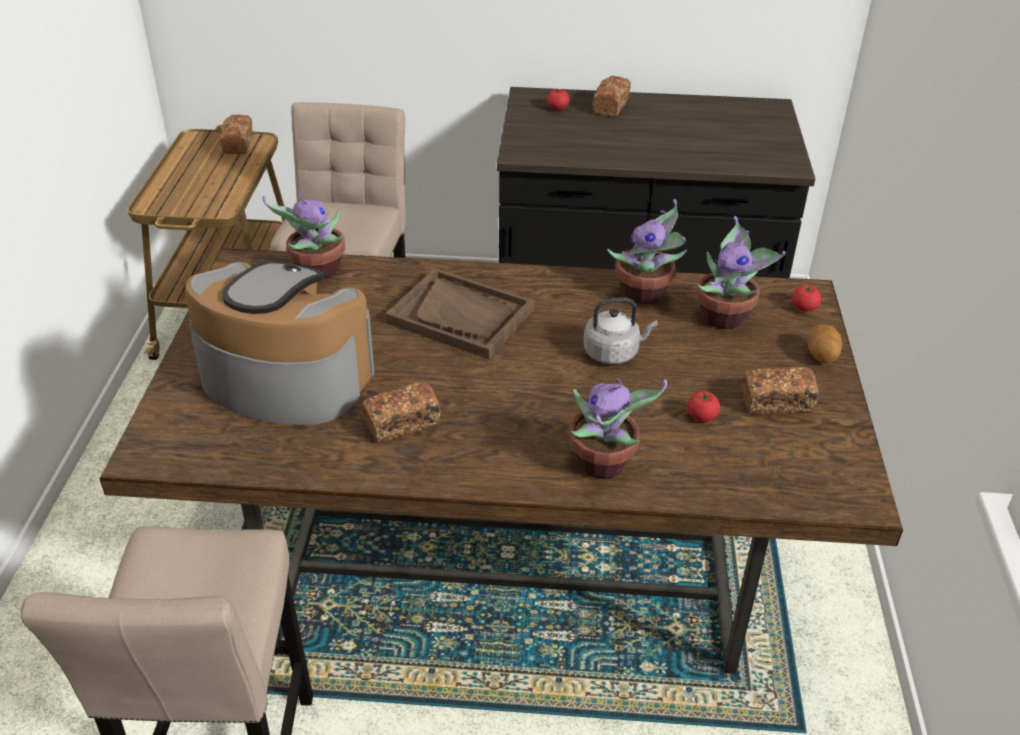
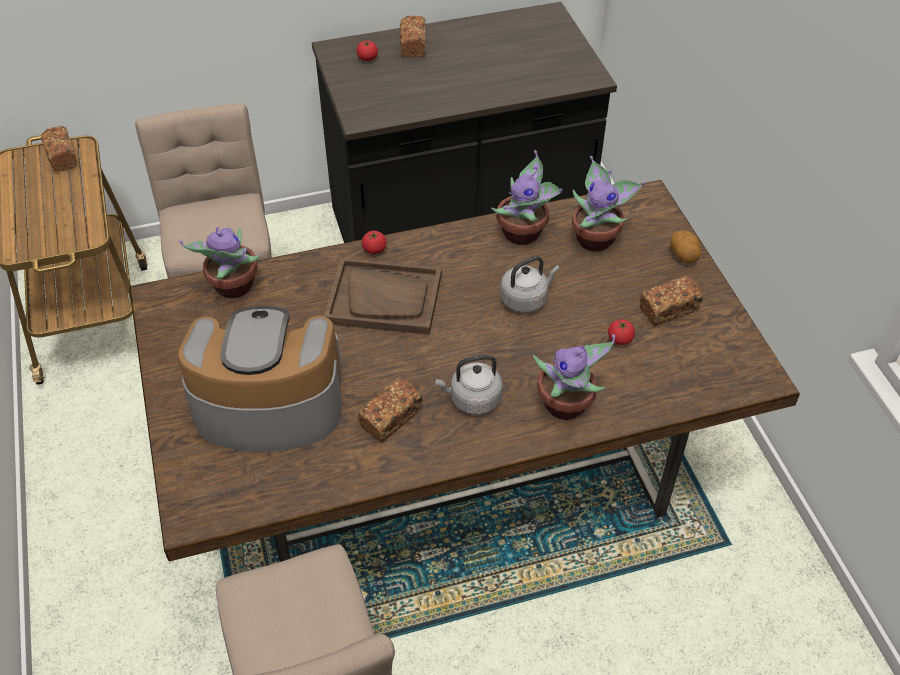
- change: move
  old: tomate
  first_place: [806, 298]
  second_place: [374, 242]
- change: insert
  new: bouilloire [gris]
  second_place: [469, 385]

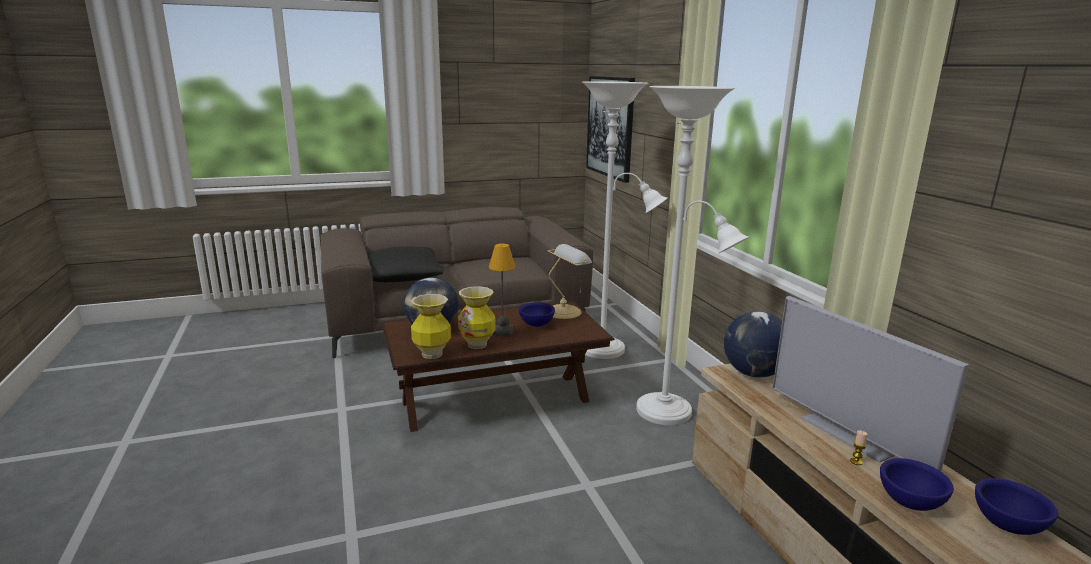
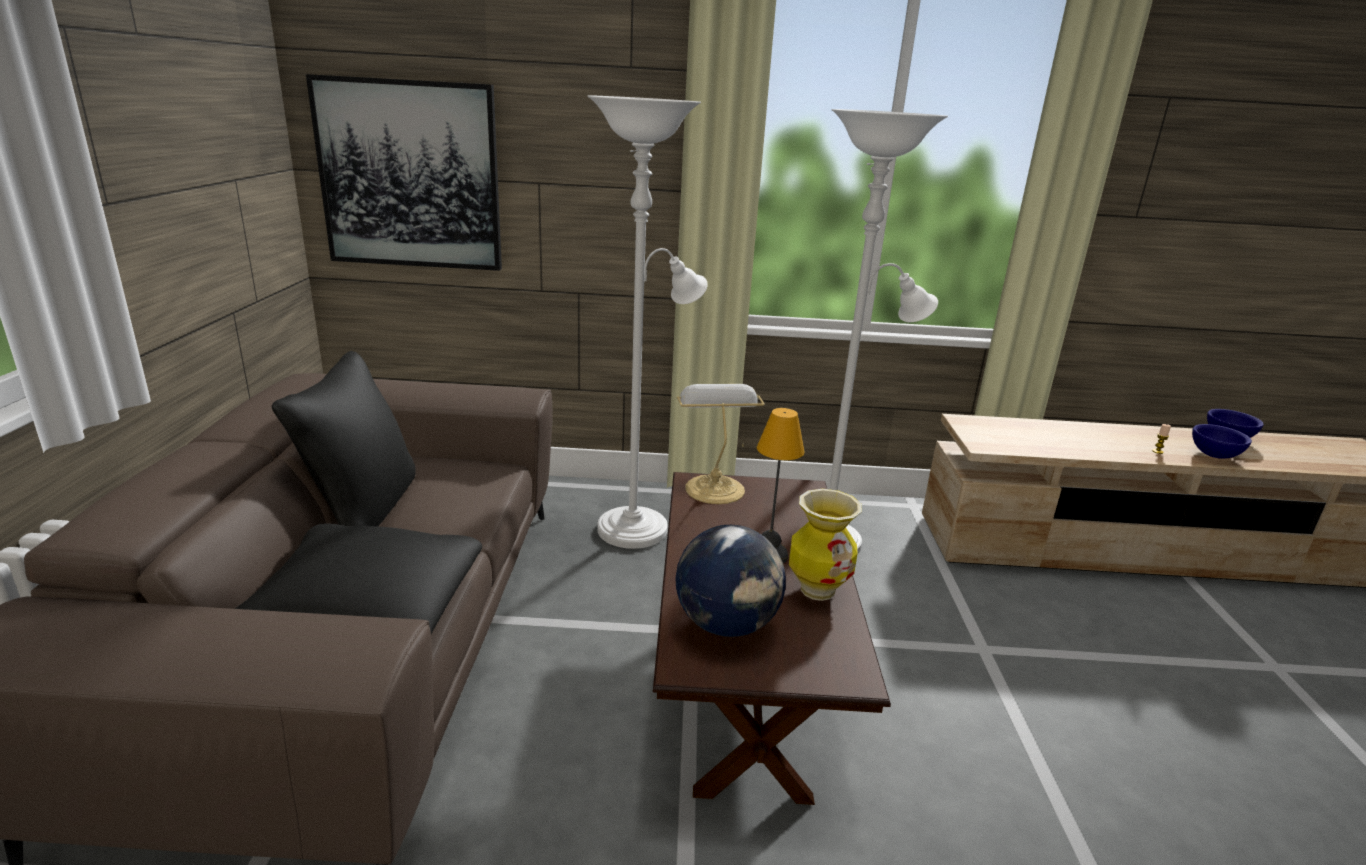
- change: insert
  new: coussin [noir]
  second_place: [344, 438]
- change: delete
  old: vase
  first_place: [431, 326]
- change: delete
  old: bol [bleu]
  first_place: [537, 314]
- change: delete
  old: globe
  first_place: [753, 344]
- change: delete
  old: téléviseur
  first_place: [870, 383]

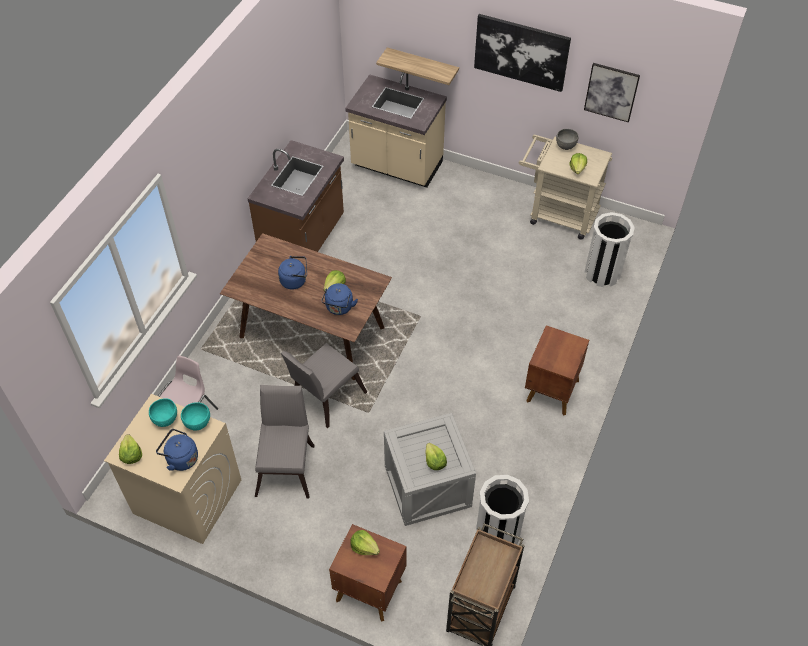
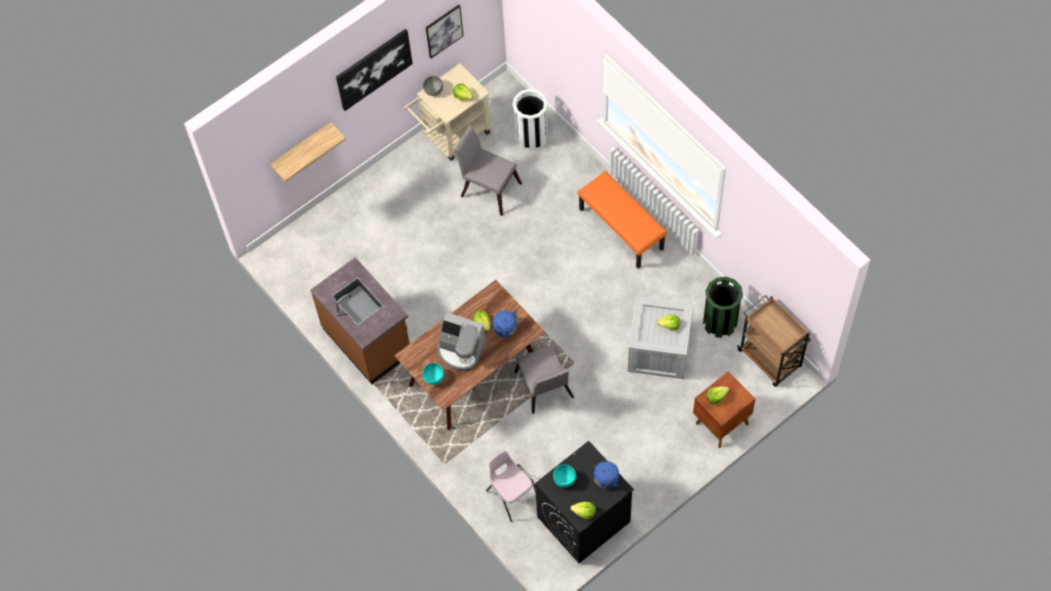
- change: move
  old: bol [turquoise]
  first_place: [195, 416]
  second_place: [433, 374]
- change: replace
  old: bouilloire [bleu]
  new: machine à café
  first_place: [292, 272]
  second_place: [461, 341]
- change: move
  old: chaise [gris]
  first_place: [284, 442]
  second_place: [488, 170]
- change: recolor
  old: lave-linge [beige]
  new: lave-linge [noir]
  first_place: [172, 469]
  second_place: [584, 502]
- change: replace
  old: table de chevet [marron]
  new: banc [orange]
  first_place: [557, 370]
  second_place: [622, 220]
- change: recolor
  old: poubelle [blanc]
  new: poubelle [vert]
  first_place: [502, 509]
  second_place: [723, 307]
- change: delete
  old: comptoir de cuisine [beige]
  first_place: [396, 129]

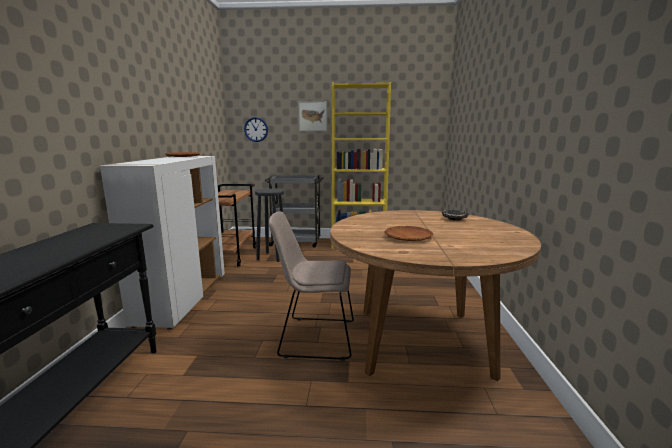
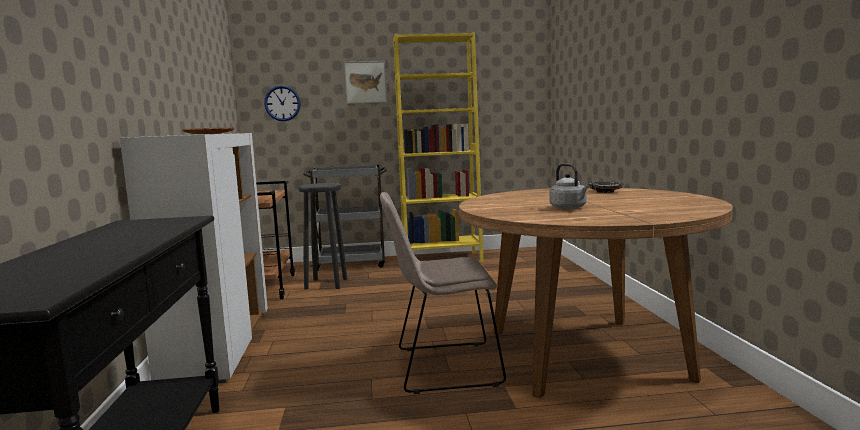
- change: replace
  old: assiette [marron]
  new: bouilloire [gris]
  first_place: [408, 233]
  second_place: [569, 186]

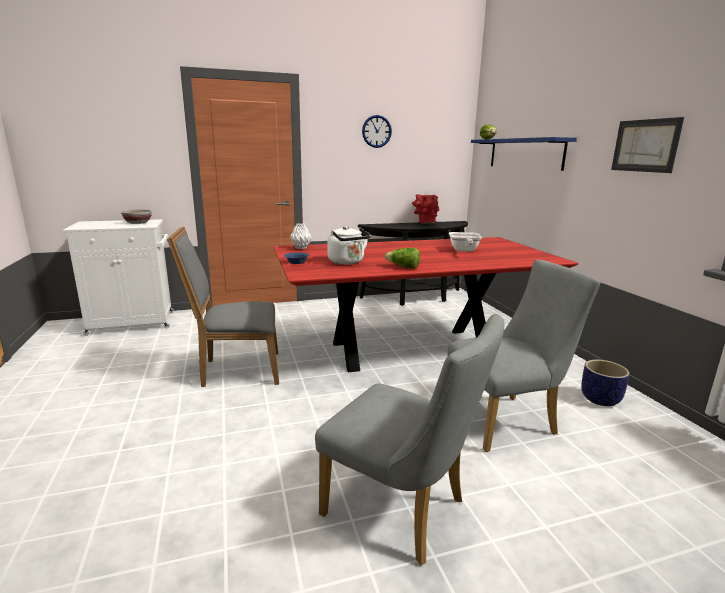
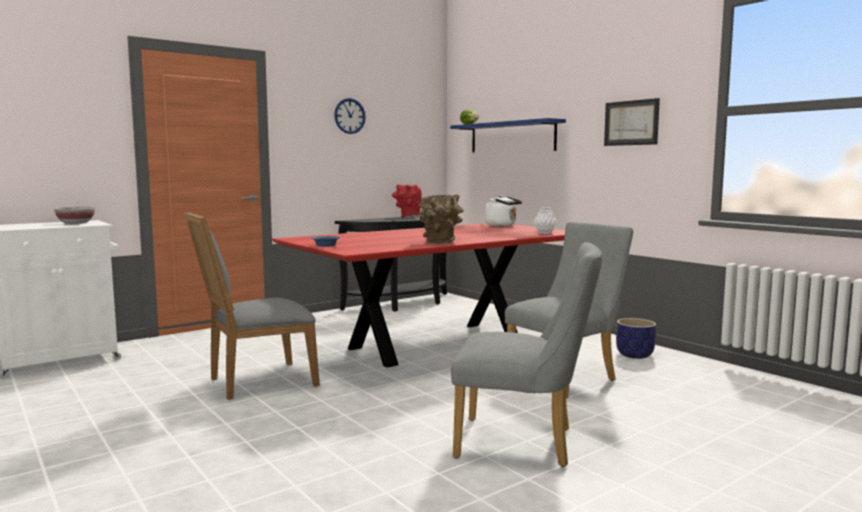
- change: replace
  old: laitue
  new: vase [marron]
  first_place: [402, 258]
  second_place: [441, 219]
- change: move
  old: bouilloire [blanc]
  first_place: [349, 245]
  second_place: [503, 210]
- change: move
  old: vase [blanc]
  first_place: [301, 236]
  second_place: [545, 220]
- change: delete
  old: poêle
  first_place: [465, 242]

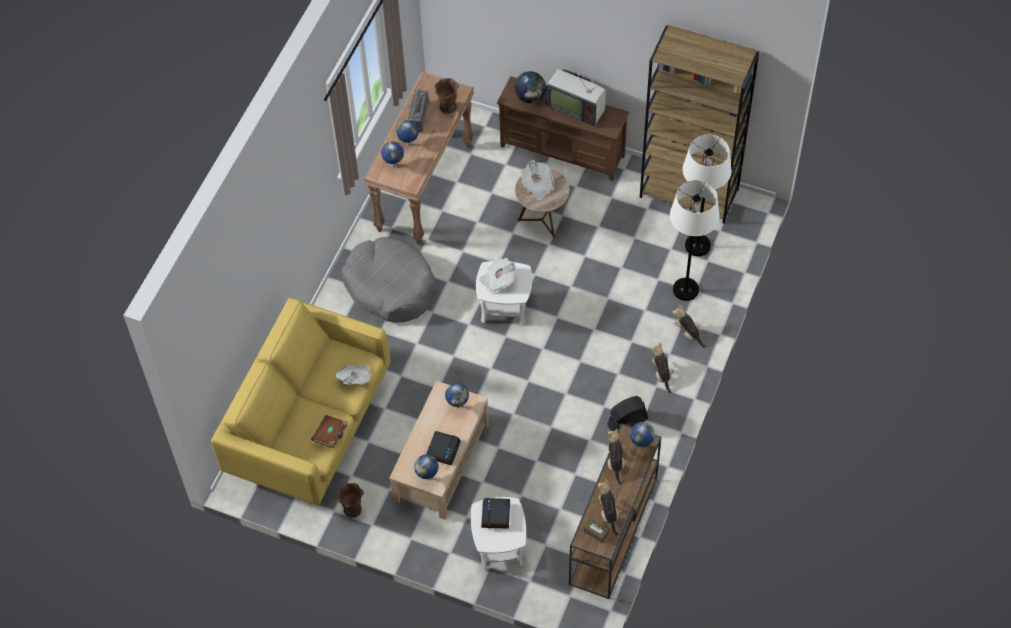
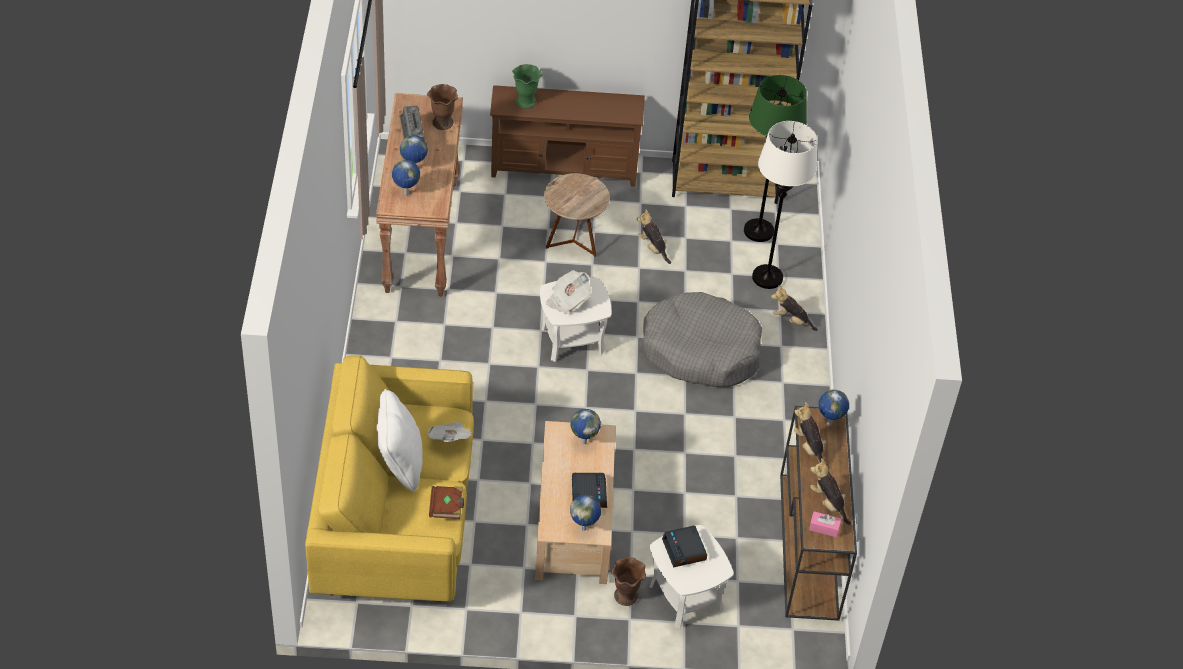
- change: insert
  new: coussin [blanc]
  second_place: [400, 440]
- change: replace
  old: globe
  new: vase [vert]
  first_place: [530, 87]
  second_place: [527, 86]
- change: move
  old: vase [marron]
  first_place: [350, 500]
  second_place: [628, 581]
- change: move
  old: peluche
  first_place: [663, 367]
  second_place: [654, 236]
- change: move
  old: panier pour chien [gris]
  first_place: [388, 280]
  second_place: [702, 339]
- change: recolor
  old: lampadaire [blanc]
  new: lampadaire [vert]
  first_place: [707, 195]
  second_place: [775, 158]
- change: recolor
  old: boîte à mouchoirs [marron]
  new: boîte à mouchoirs [rose]
  first_place: [596, 530]
  second_place: [825, 524]
- change: delete
  old: journal
  first_place: [537, 180]
- change: delete
  old: téléviseur
  first_place: [576, 97]
- change: delete
  old: ventilateur [noir]
  first_place: [627, 413]

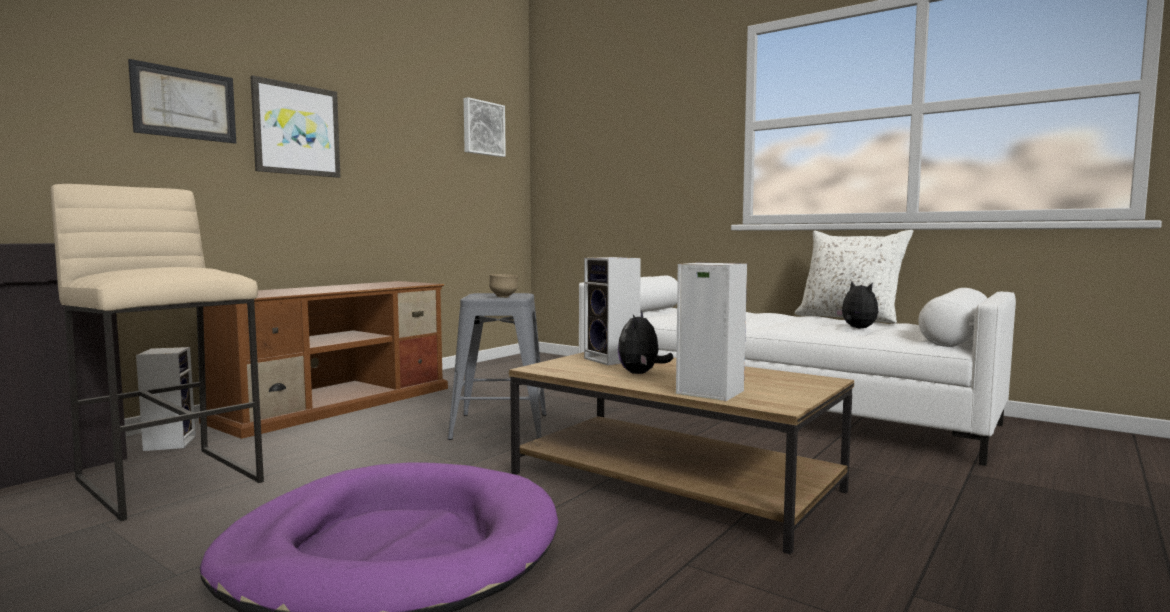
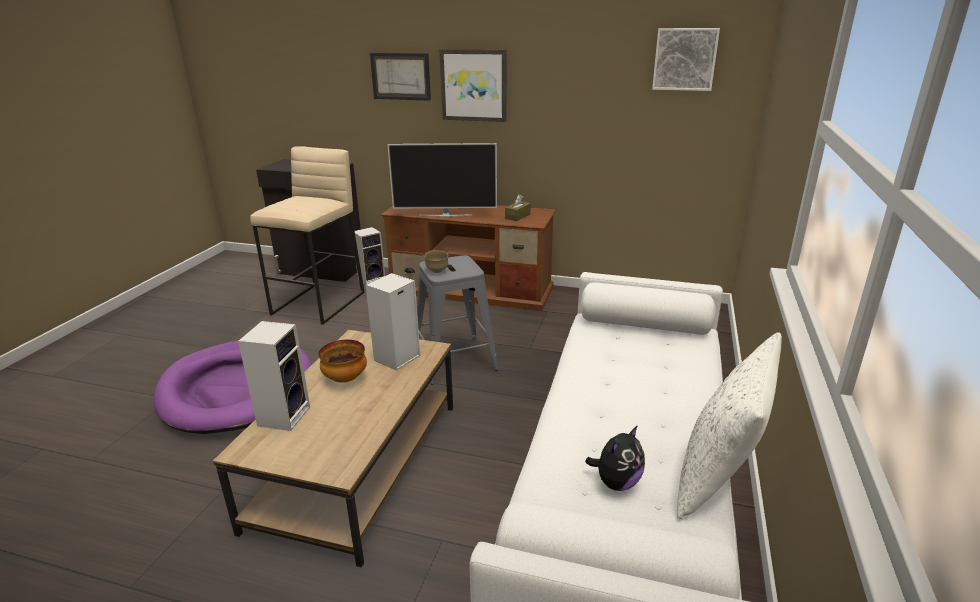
- change: replace
  old: peluche
  new: bol
  first_place: [645, 342]
  second_place: [342, 361]
- change: insert
  new: téléviseur
  second_place: [442, 180]
- change: insert
  new: boîte à mouchoirs [marron]
  second_place: [518, 207]

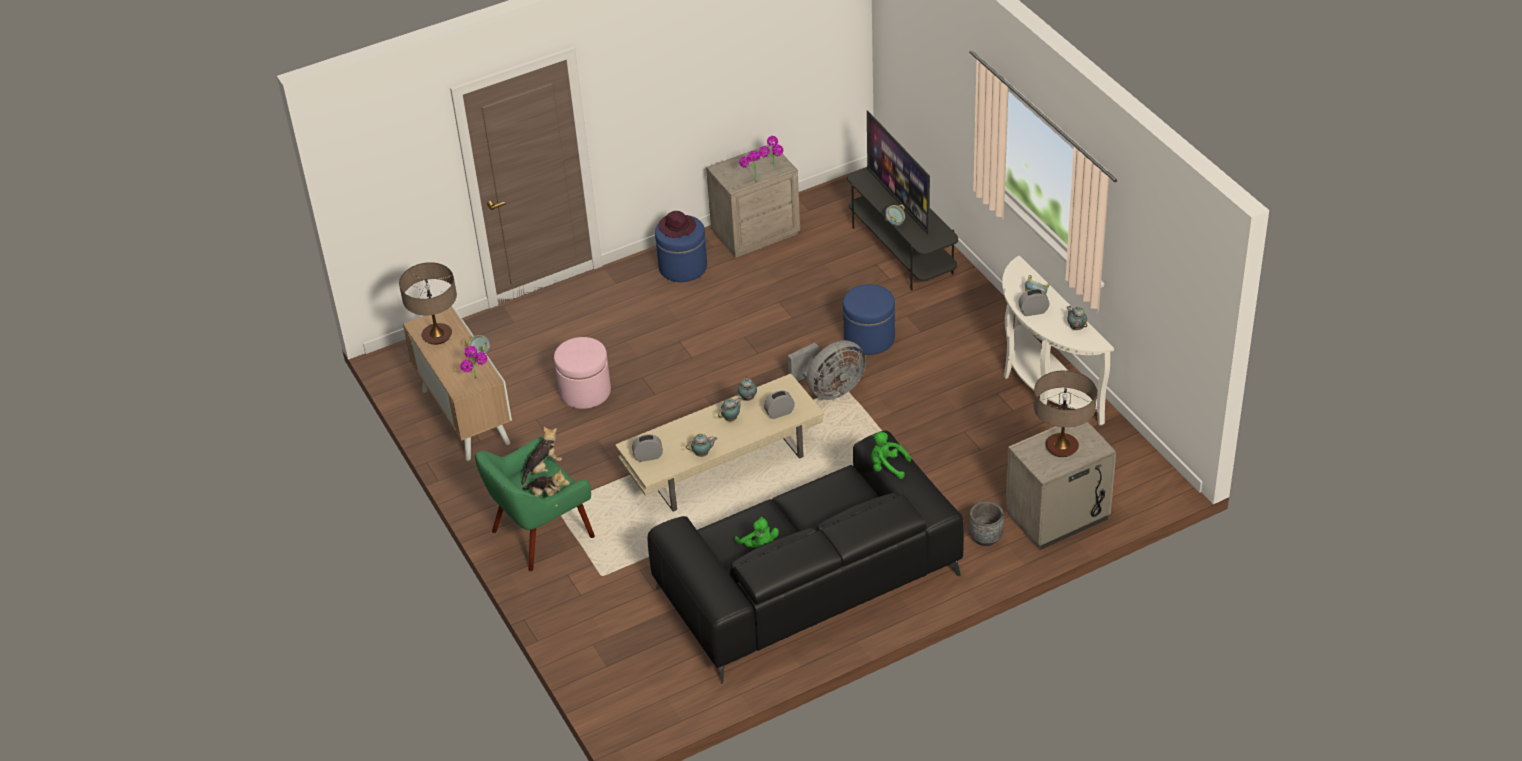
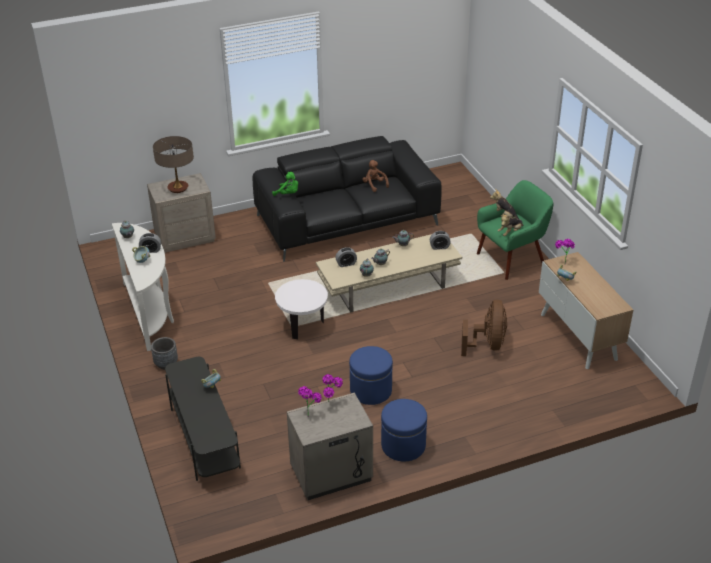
- change: move
  old: cache-pot [gris]
  first_place: [986, 523]
  second_place: [164, 353]
- change: replace
  old: ventilateur [gris]
  new: table d'appoint [blanc]
  first_place: [827, 370]
  second_place: [301, 309]
- change: move
  old: pouf [bleu]
  first_place: [869, 319]
  second_place: [371, 375]
- change: recolor
  old: peluche [vert]
  new: peluche [marron]
  first_place: [757, 532]
  second_place: [375, 176]
- change: replace
  old: pouf [rose]
  new: ventilateur [marron]
  first_place: [582, 373]
  second_place: [484, 328]
- change: delete
  old: lampe de table
  first_place: [428, 303]
- change: delete
  old: chapeau [violet]
  first_place: [677, 224]
- change: delete
  old: téléviseur
  first_place: [898, 172]

